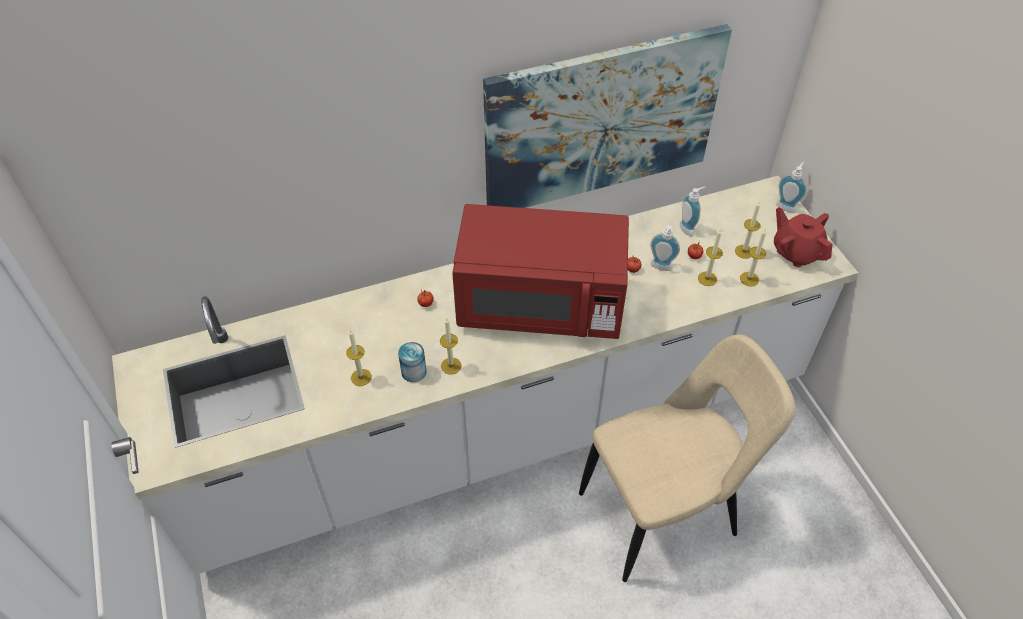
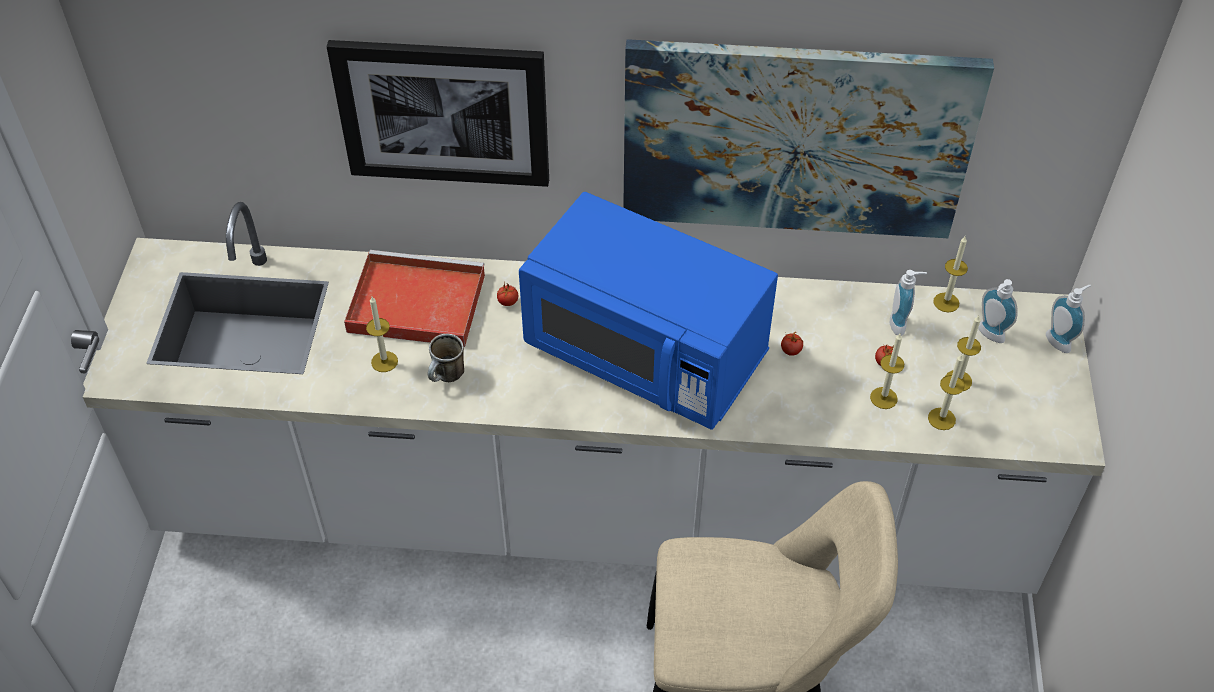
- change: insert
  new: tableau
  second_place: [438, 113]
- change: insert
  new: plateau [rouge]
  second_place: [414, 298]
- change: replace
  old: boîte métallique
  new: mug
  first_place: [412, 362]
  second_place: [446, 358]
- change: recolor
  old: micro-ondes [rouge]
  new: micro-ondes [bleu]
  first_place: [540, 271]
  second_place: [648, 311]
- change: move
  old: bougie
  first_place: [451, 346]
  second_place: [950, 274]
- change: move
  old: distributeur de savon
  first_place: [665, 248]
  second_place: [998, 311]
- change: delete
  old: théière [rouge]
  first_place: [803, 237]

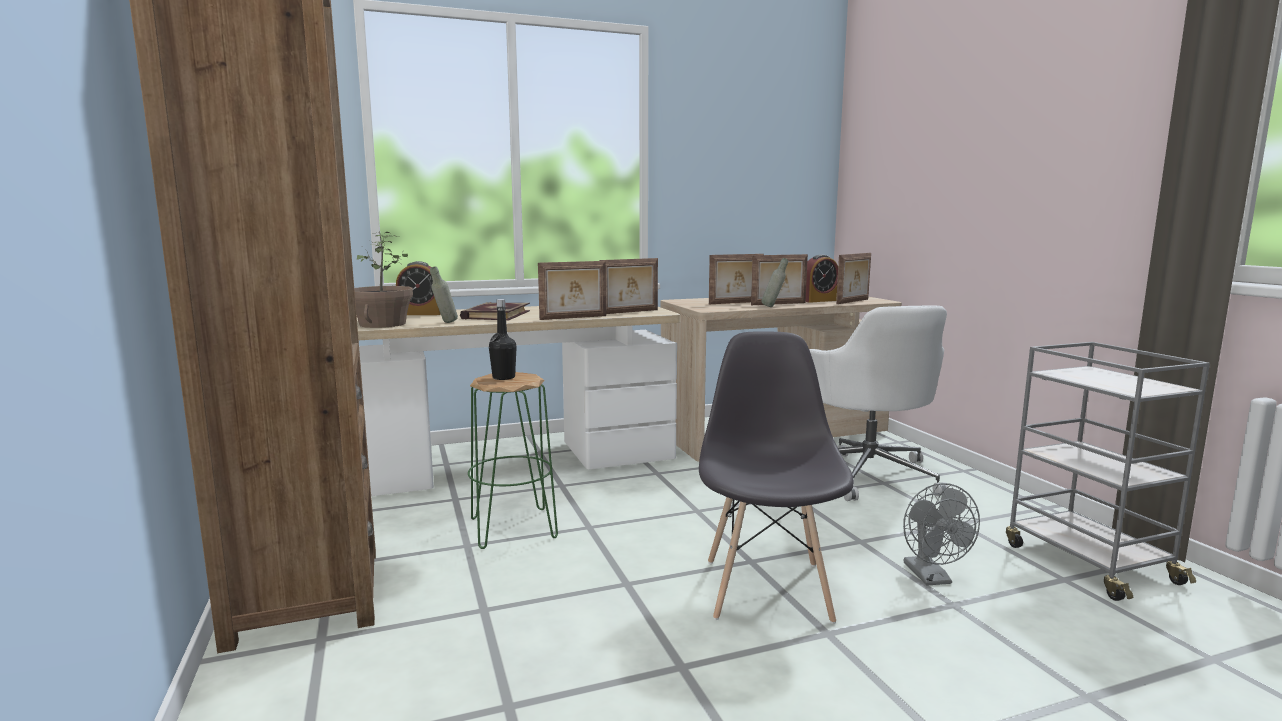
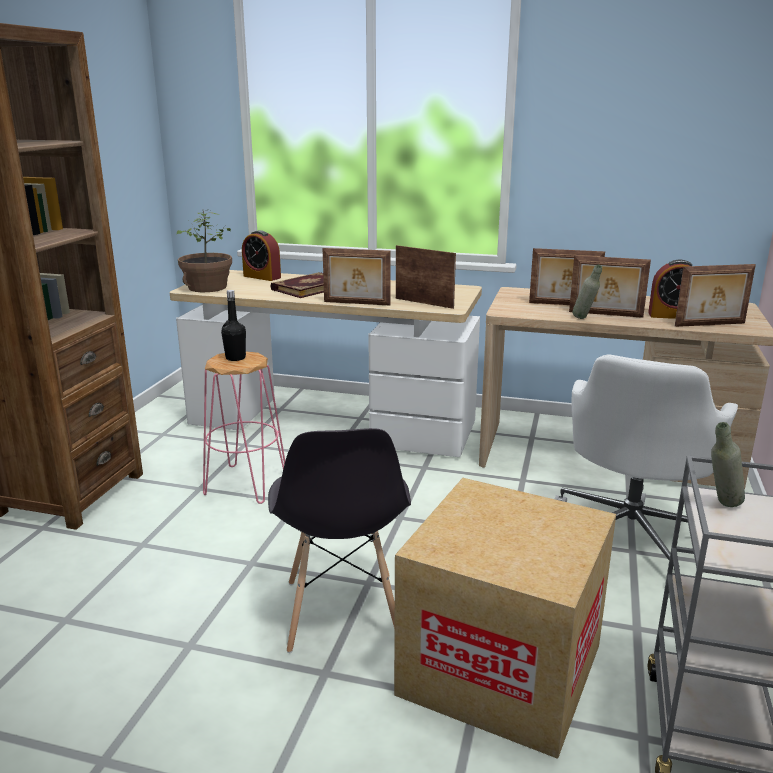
- change: recolor
  old: tabouret [vert]
  new: tabouret [rose]
  first_place: [513, 460]
  second_place: [244, 428]
- change: rotate
  old: chaise [gris]
  first_place: [776, 477]
  second_place: [339, 540]
  degrees: 135
- change: replace
  old: ventilateur [gris]
  new: carton
  first_place: [941, 534]
  second_place: [505, 618]
- change: rotate
  old: cadre photo
  first_place: [628, 286]
  second_place: [426, 277]
  degrees: -150
- change: move
  old: bouteille [gris]
  first_place: [444, 294]
  second_place: [728, 464]

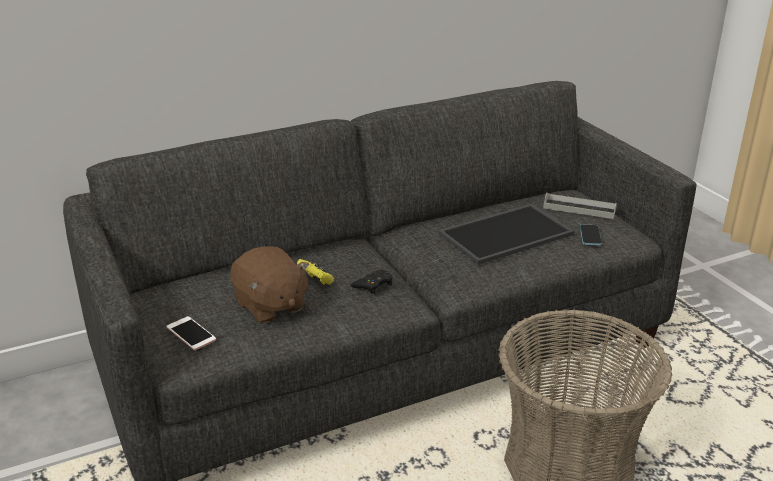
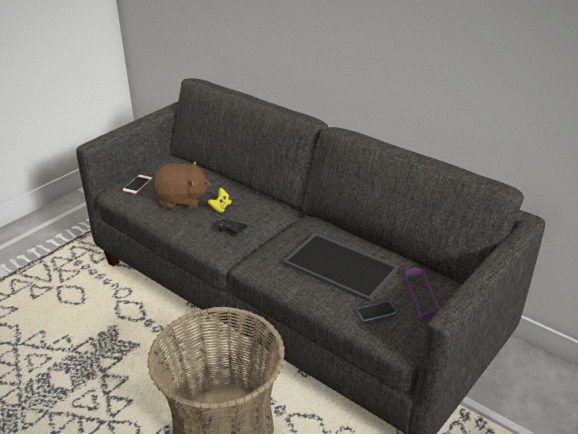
- change: rotate
  old: peluche [marron]
  first_place: [269, 285]
  second_place: [182, 185]
  degrees: -120
- change: recolor
  old: plateau [gris]
  new: plateau [violet]
  first_place: [580, 206]
  second_place: [422, 294]

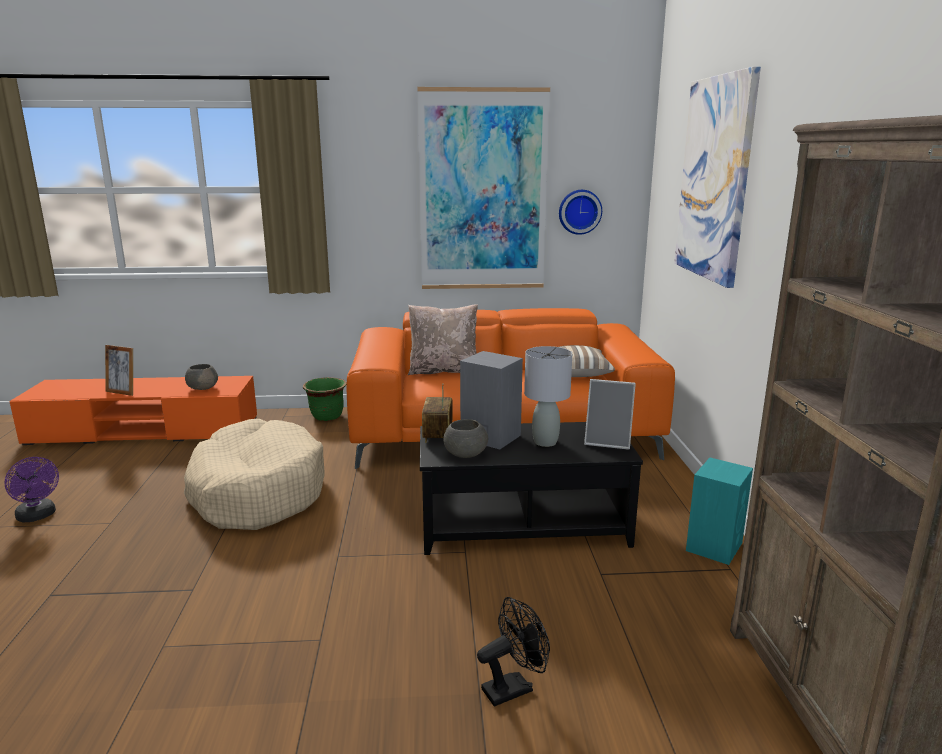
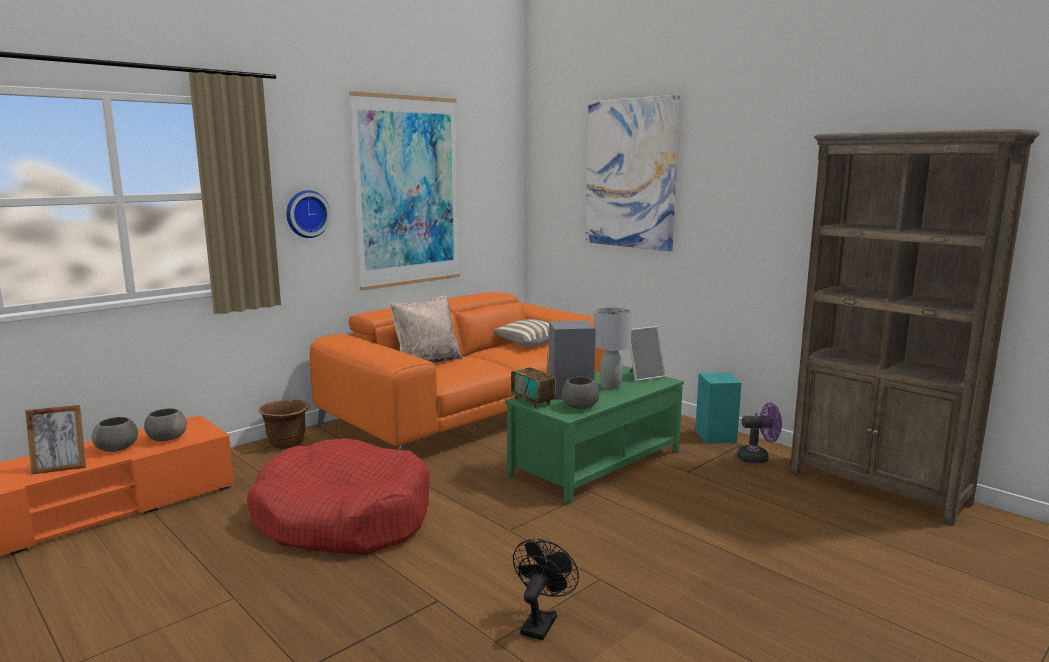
- change: insert
  new: bol [gris]
  second_place: [115, 434]
- change: recolor
  old: panier pour chien [beige]
  new: panier pour chien [rouge]
  first_place: [254, 474]
  second_place: [338, 496]
- change: recolor
  old: cache-pot [vert]
  new: cache-pot [marron]
  first_place: [325, 399]
  second_place: [284, 424]
- change: move
  old: horloge murale
  first_place: [580, 212]
  second_place: [308, 214]
- change: recolor
  old: table basse [noir]
  new: table basse [vert]
  first_place: [531, 488]
  second_place: [594, 435]
- change: move
  old: ventilateur [noir]
  first_place: [513, 652]
  second_place: [546, 589]
- change: move
  old: ventilateur [violet]
  first_place: [31, 489]
  second_place: [759, 432]

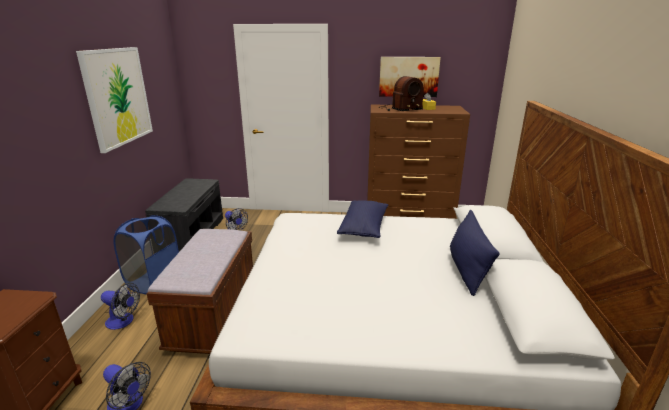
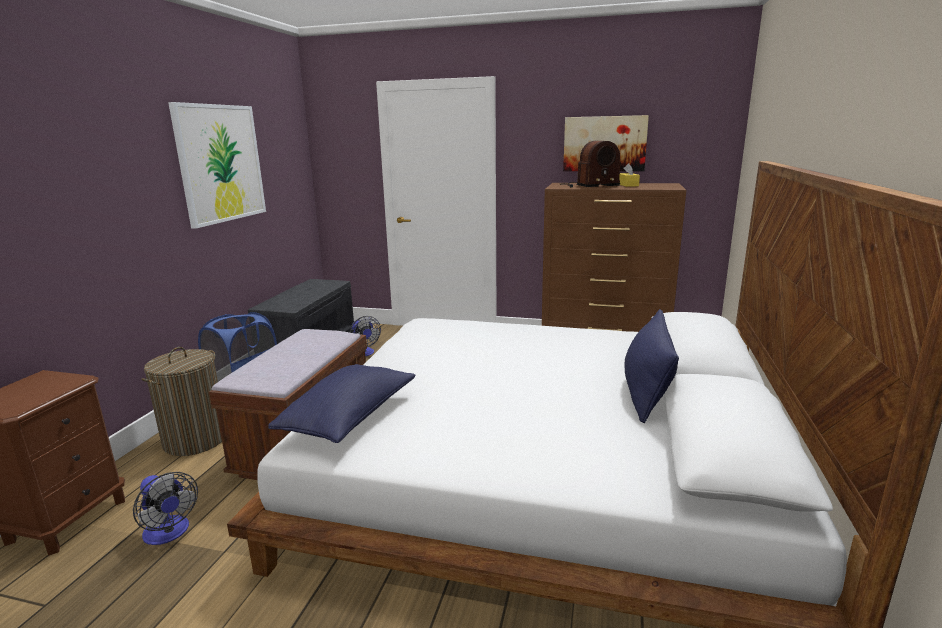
- change: replace
  old: ventilateur
  new: panier à linge
  first_place: [120, 306]
  second_place: [181, 401]
- change: move
  old: coussin [bleu]
  first_place: [362, 219]
  second_place: [342, 403]

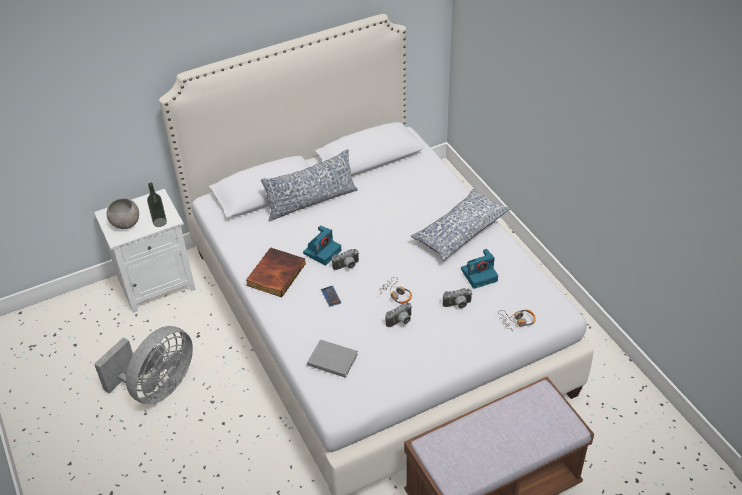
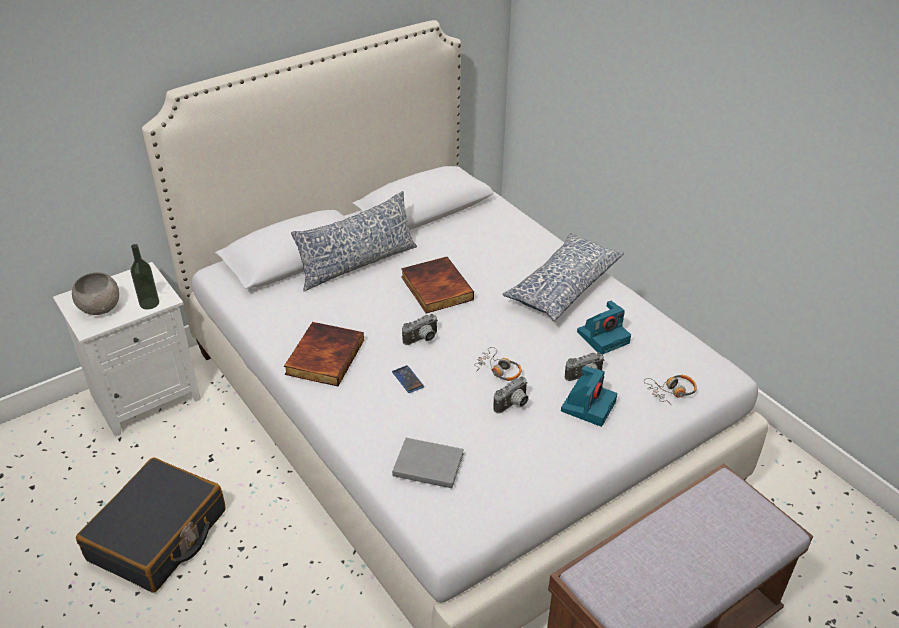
- change: replace
  old: ventilateur [gris]
  new: valise [noir]
  first_place: [143, 365]
  second_place: [151, 525]
- change: insert
  new: livre
  second_place: [437, 285]
- change: move
  old: appareil photo
  first_place: [322, 245]
  second_place: [589, 396]

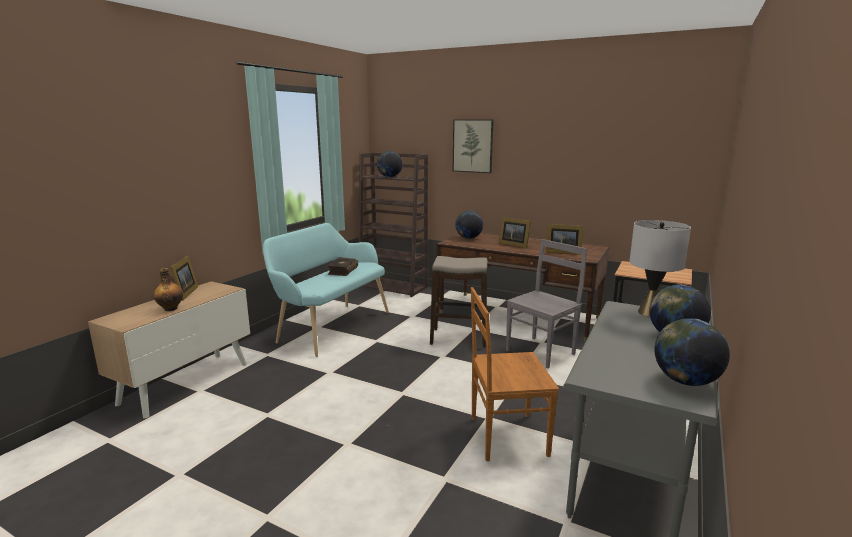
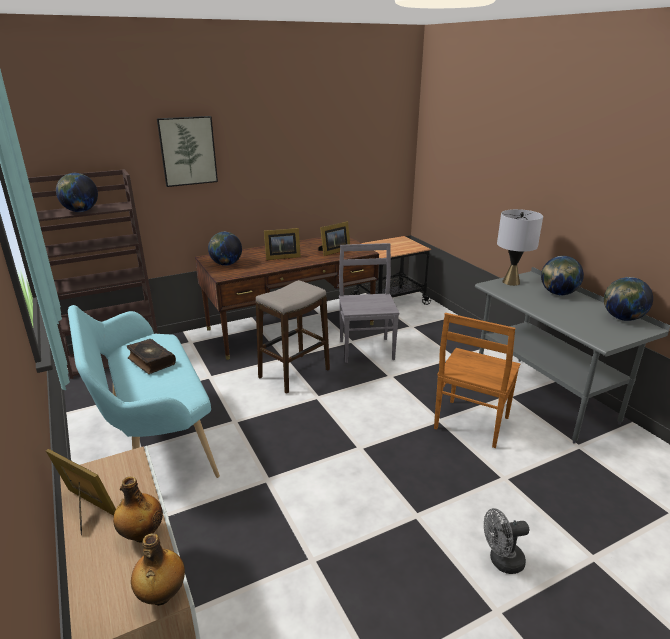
- change: insert
  new: bouteille
  second_place: [158, 569]
- change: insert
  new: ventilateur [gris]
  second_place: [506, 541]

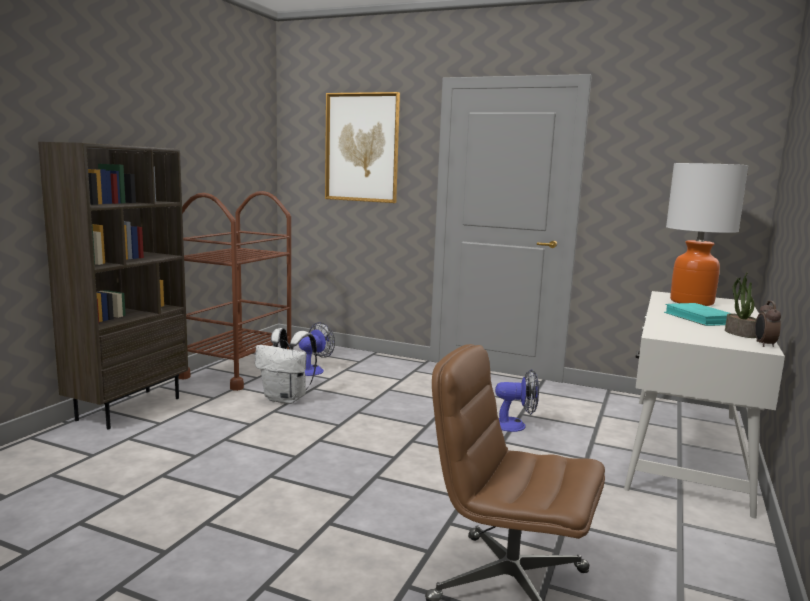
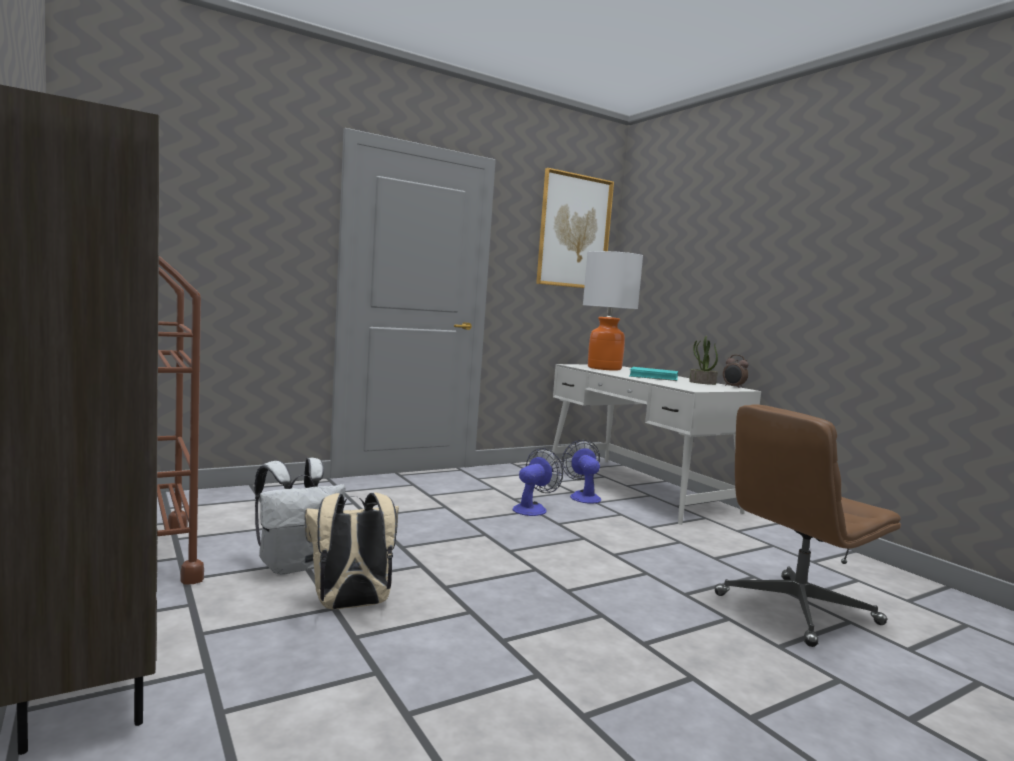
- change: insert
  new: sac à dos [beige]
  second_place: [351, 551]
- change: move
  old: tableau
  first_place: [362, 147]
  second_place: [575, 228]
- change: move
  old: ventilateur
  first_place: [317, 349]
  second_place: [581, 472]

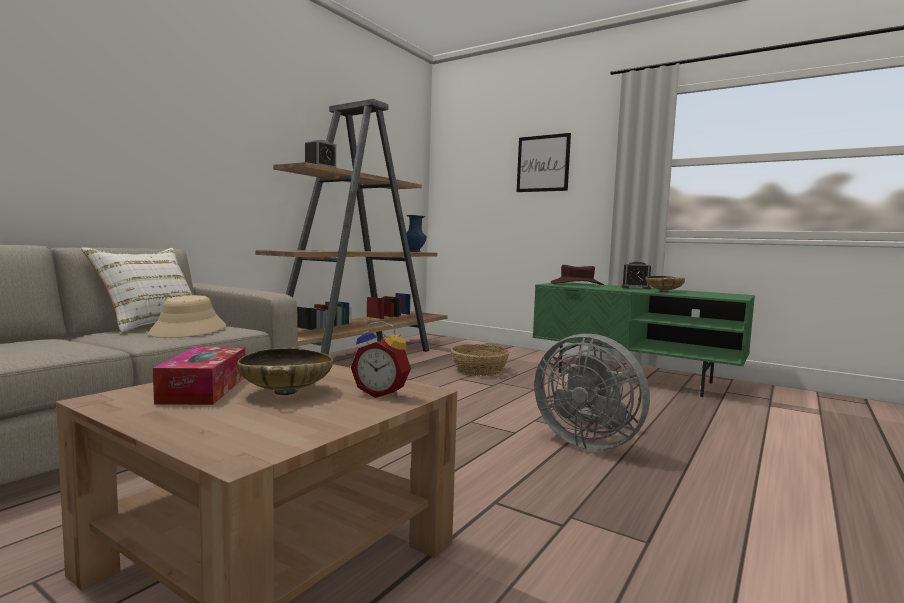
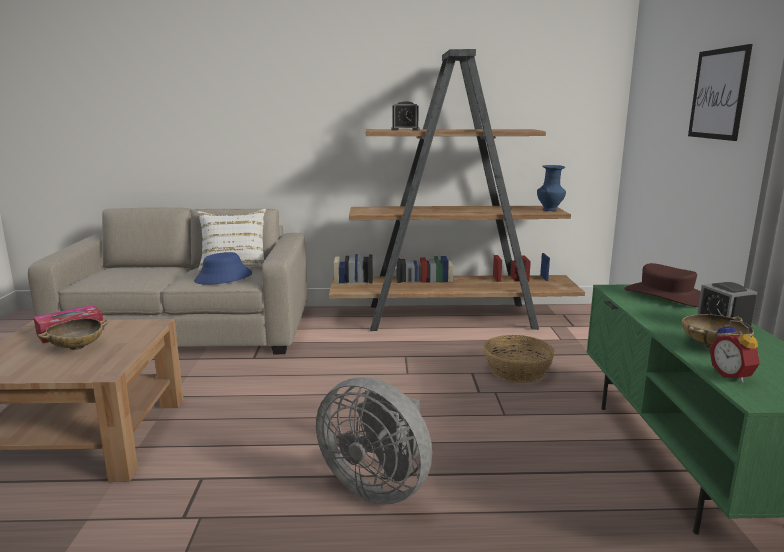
- change: recolor
  old: chapeau [beige]
  new: chapeau [bleu]
  first_place: [187, 316]
  second_place: [223, 268]
- change: rotate
  old: ventilateur [gris]
  first_place: [592, 392]
  second_place: [374, 440]
  degrees: -60
- change: move
  old: réveil
  first_place: [381, 359]
  second_place: [735, 351]

